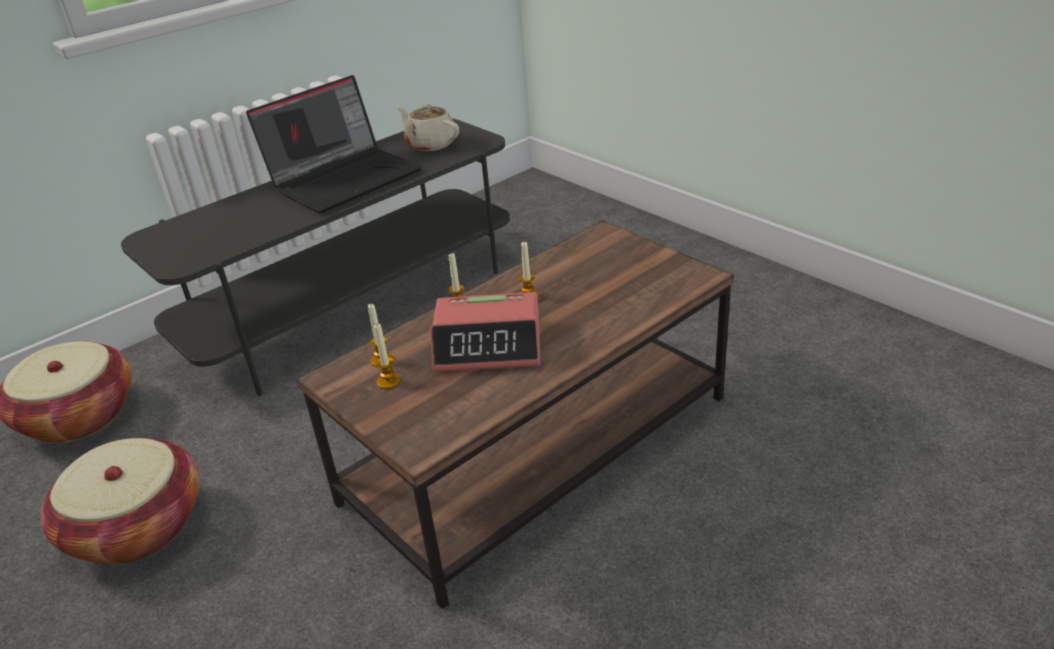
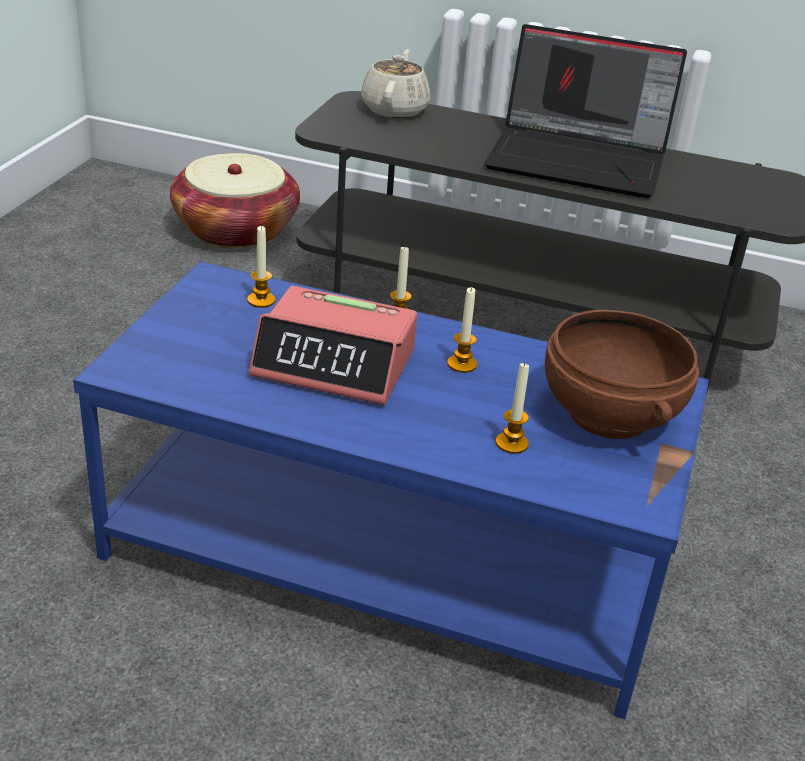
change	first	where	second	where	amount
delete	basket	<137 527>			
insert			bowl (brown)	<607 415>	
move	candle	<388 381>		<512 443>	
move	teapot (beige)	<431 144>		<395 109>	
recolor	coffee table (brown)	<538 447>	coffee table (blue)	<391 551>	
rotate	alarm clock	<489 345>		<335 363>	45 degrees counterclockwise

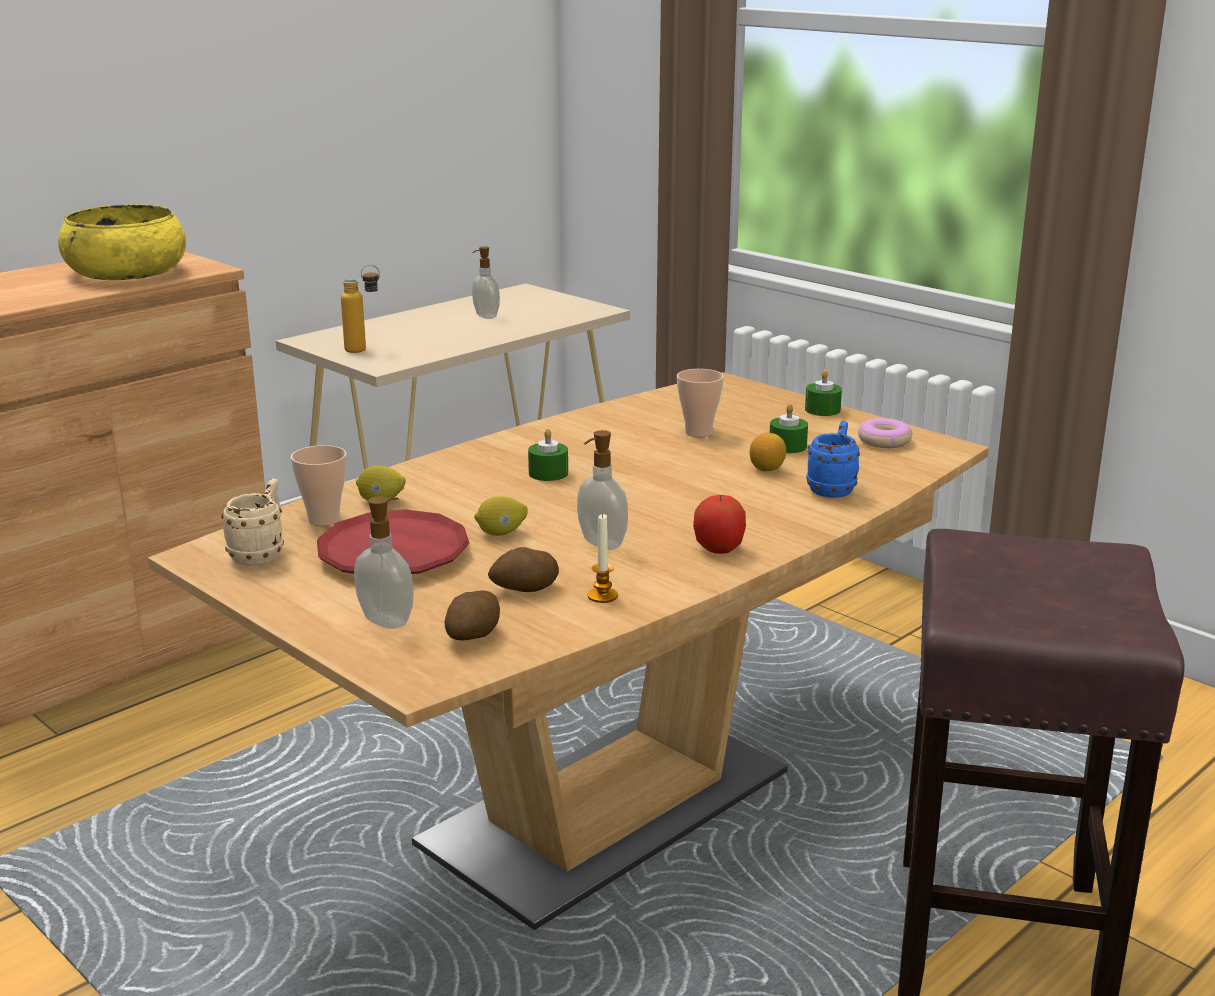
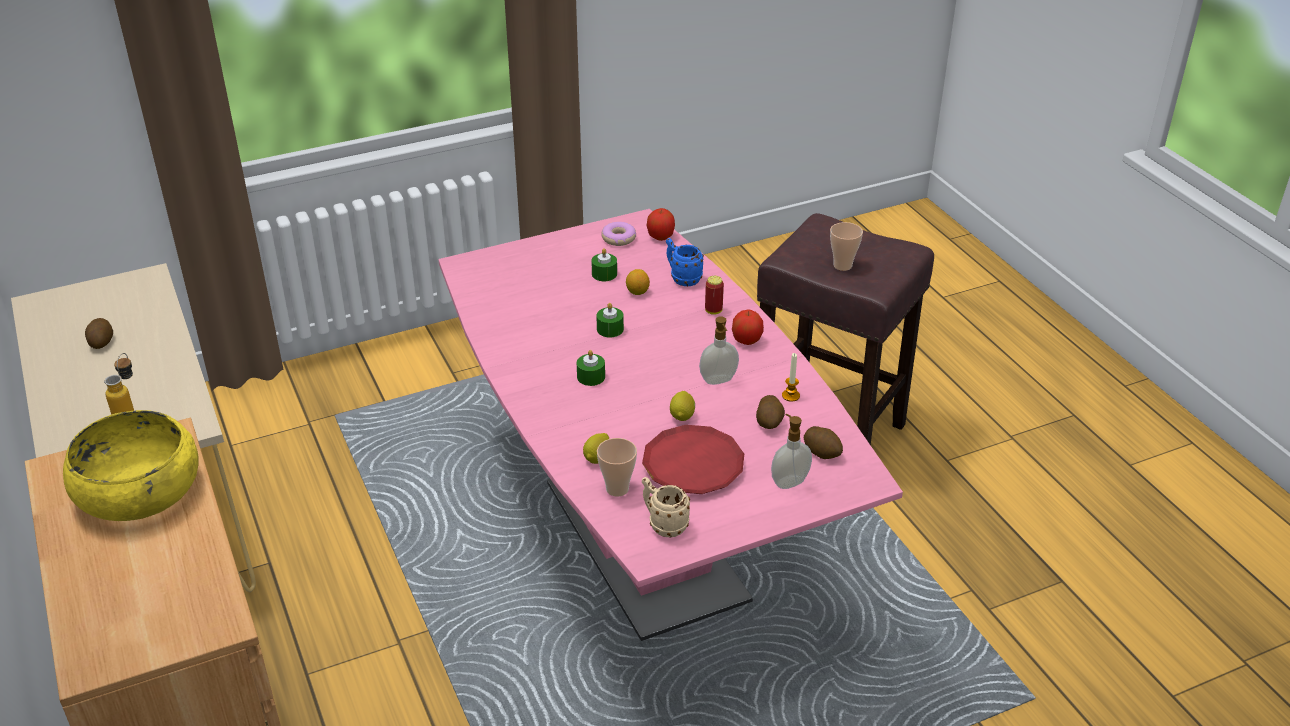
change	first	where	second	where	amount
insert			apple	<660 237>	
insert			can	<713 311>	
move	cup	<698 432>		<842 265>	
move	candle (green)	<822 410>		<610 329>	
replace	soap dispenser	<485 316>	potato	<101 342>	
recolor	dining table (brown)	<607 809>	dining table (pink)	<645 541>	

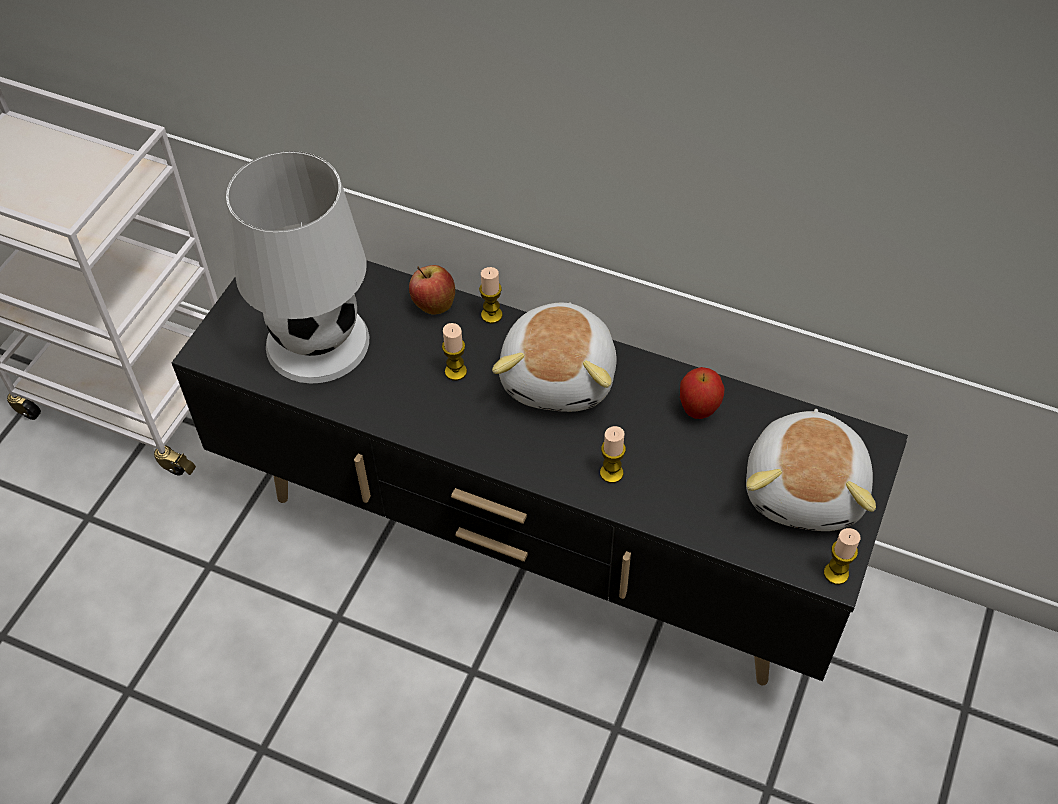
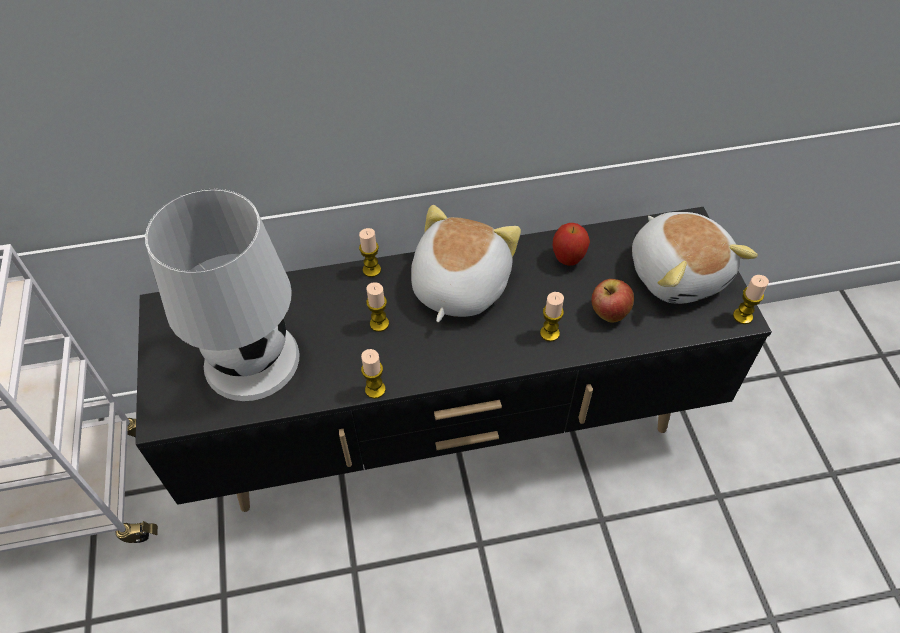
change	first	where	second	where	amount
insert			candle	<375 389>	
move	apple	<433 305>		<608 314>	
rotate	plush toy	<560 376>		<457 286>	135 degrees counterclockwise

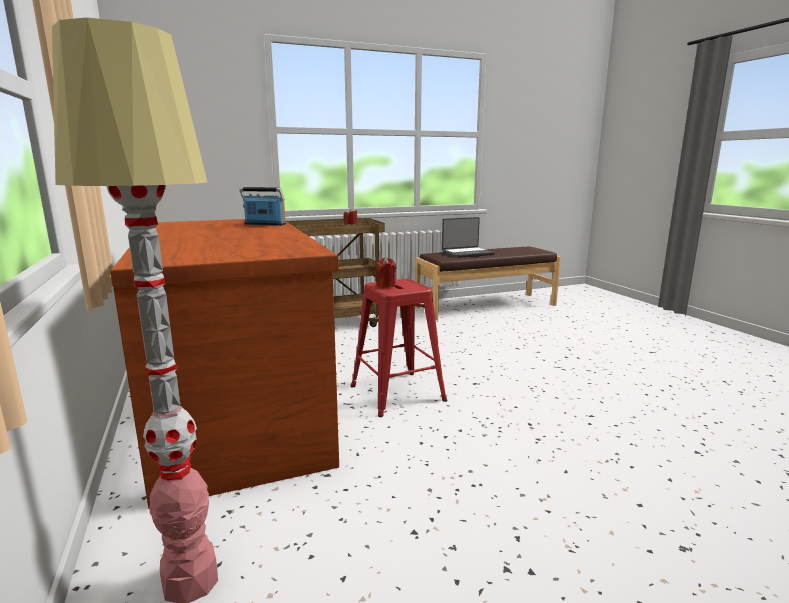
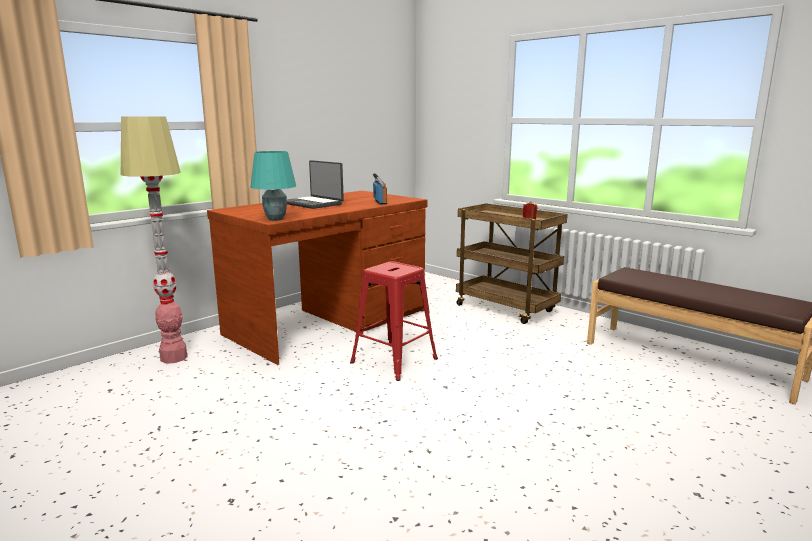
change	first	where	second	where	amount
delete	candle (red)	<386 285>			
insert			table lamp (turquoise)	<275 219>	
move	laptop	<467 253>		<313 203>	

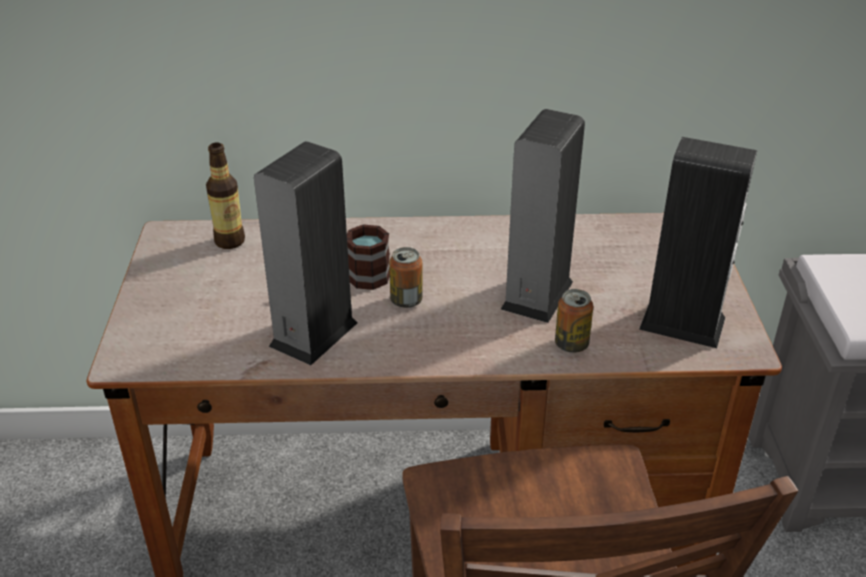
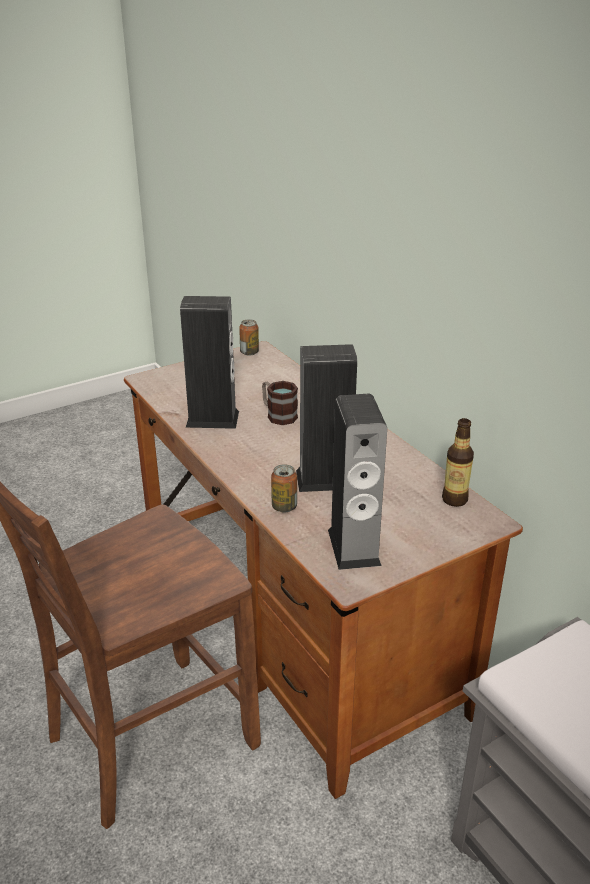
change	first	where	second	where	amount
move	bottle	<230 241>		<454 500>	
move	can	<406 300>		<249 352>	

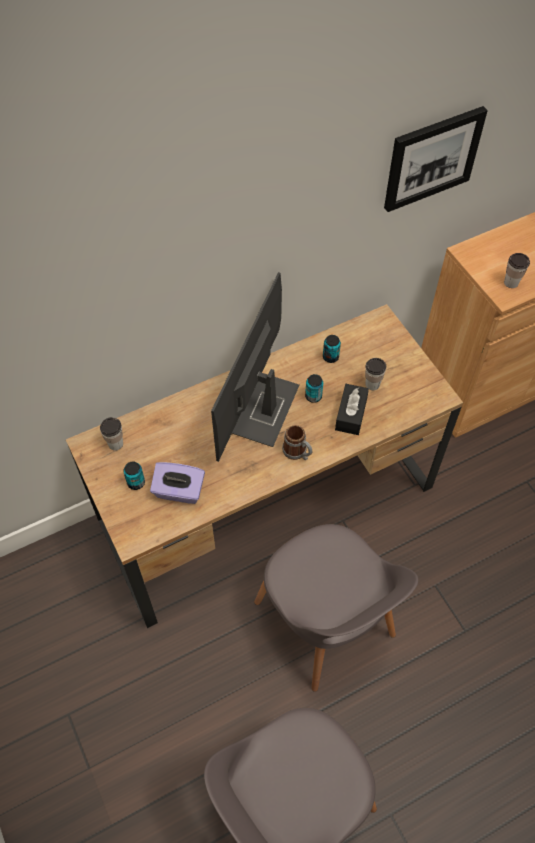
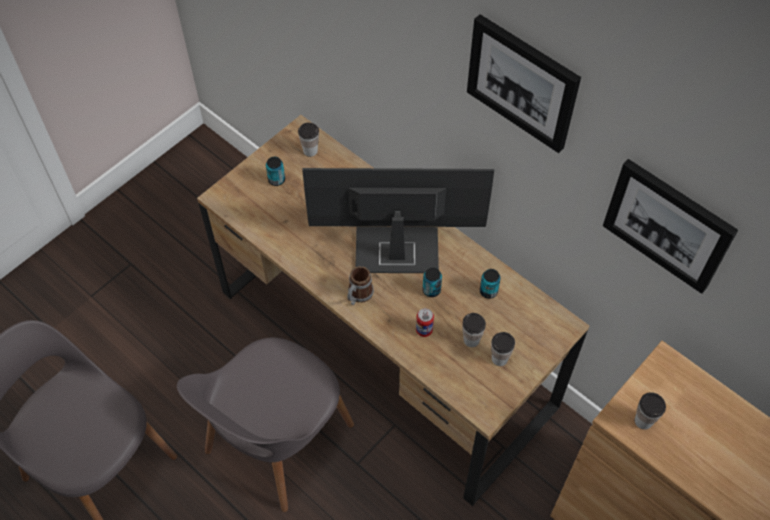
change	first	where	second	where	amount
delete	tissue box (purple)	<179 491>			
insert			picture	<523 82>	
insert			cup	<499 358>	
replace	tissue box (black)	<351 414>	can	<424 330>	

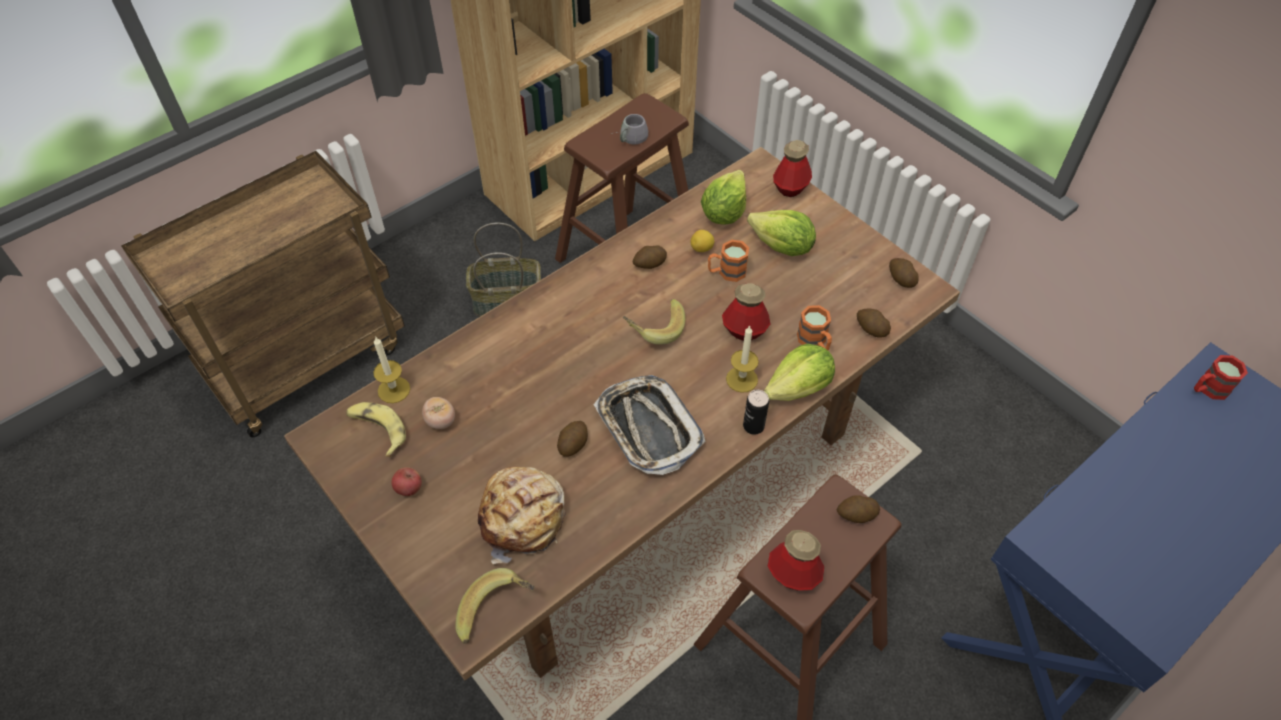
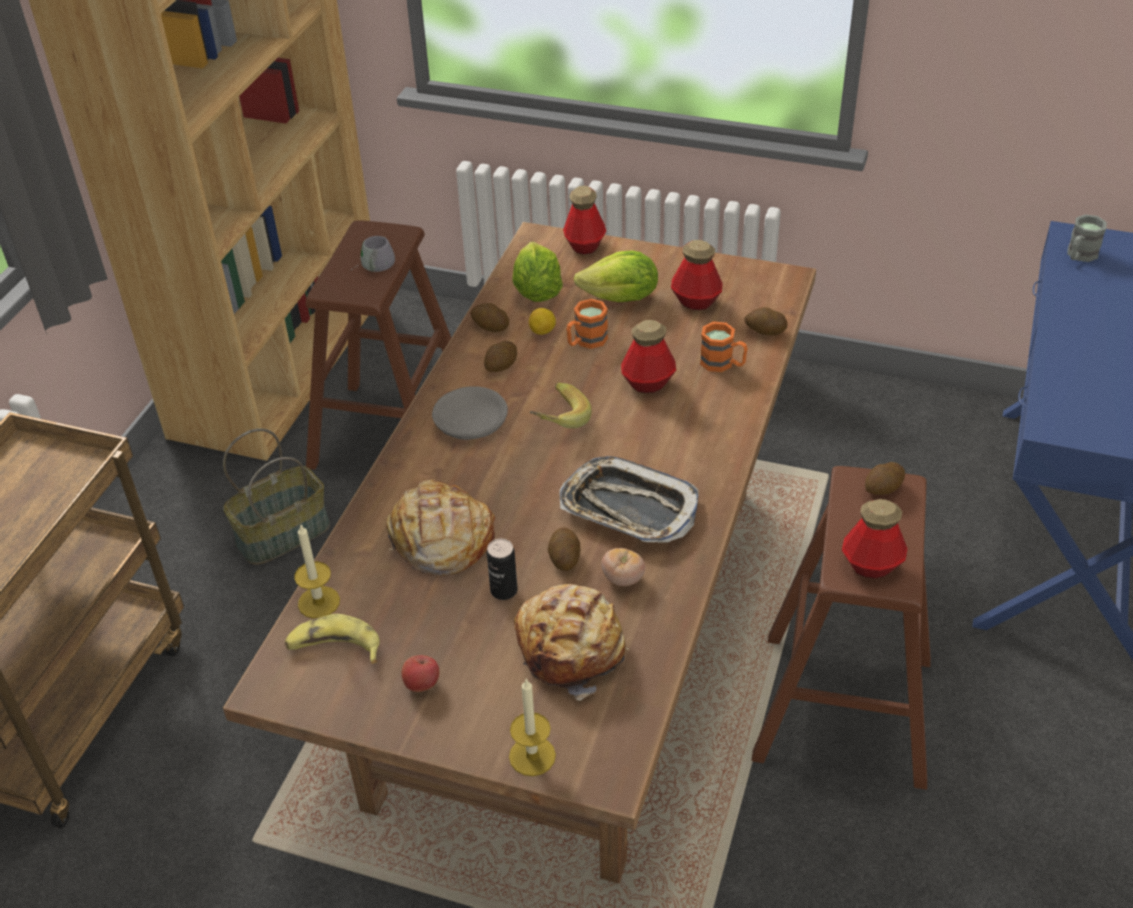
change	first	where	second	where	amount
delete	banana	<497 613>			
delete	lettuce	<799 388>			
insert			bread	<440 540>	
insert			bowl (grey)	<469 423>	
insert			bottle	<696 301>	
move	tomato	<441 421>		<623 579>	
move	candle	<742 379>		<532 756>	
move	can	<753 426>		<504 590>	
move	potato	<900 279>		<490 327>	
recolor	mug (red)	<1208 389>	mug (grey)	<1079 256>	

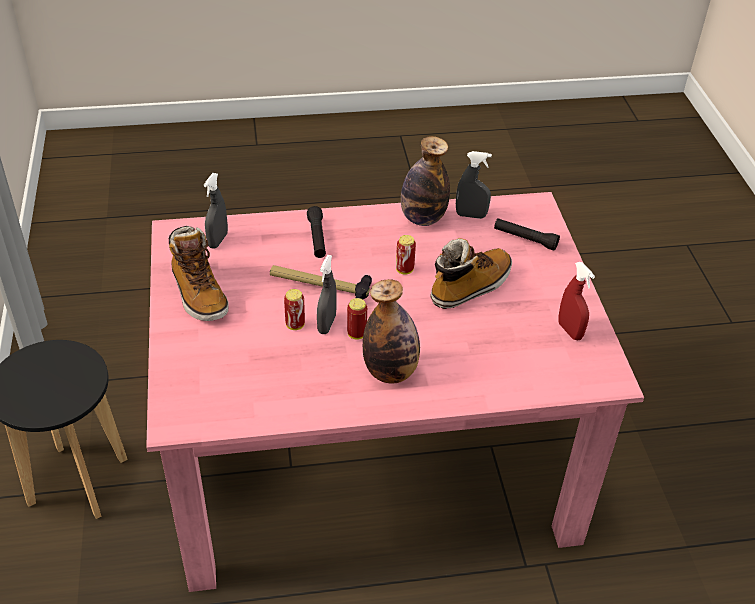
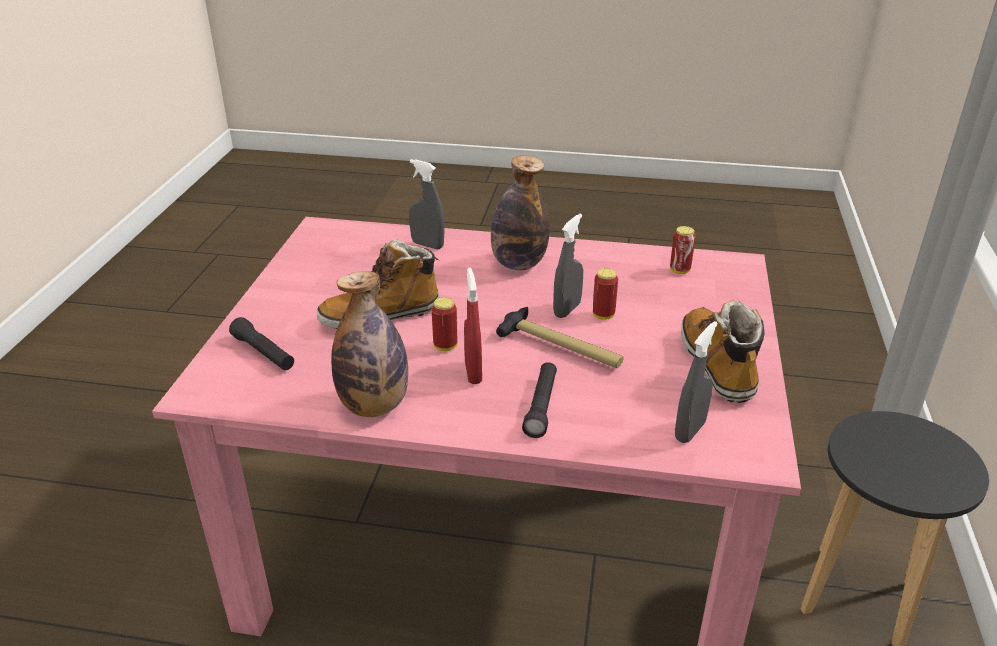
change	first	where	second	where	amount
move	can	<356 334>		<679 270>	
move	spray bottle (grey)	<471 215>		<427 245>	
move	spray bottle (red)	<570 331>		<473 373>	

